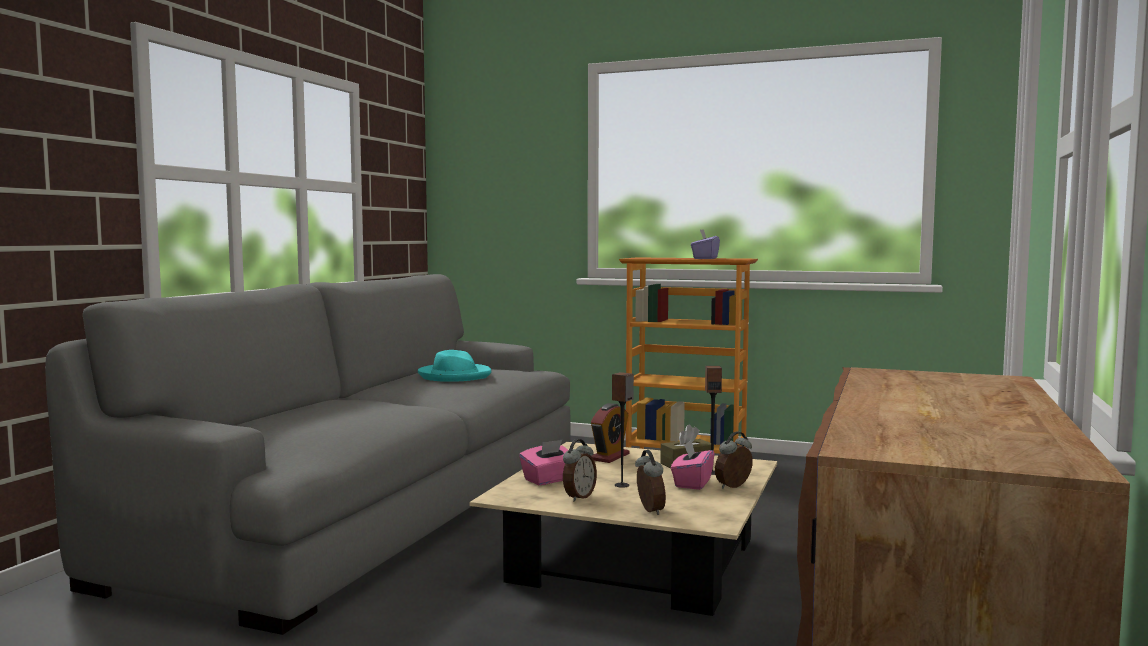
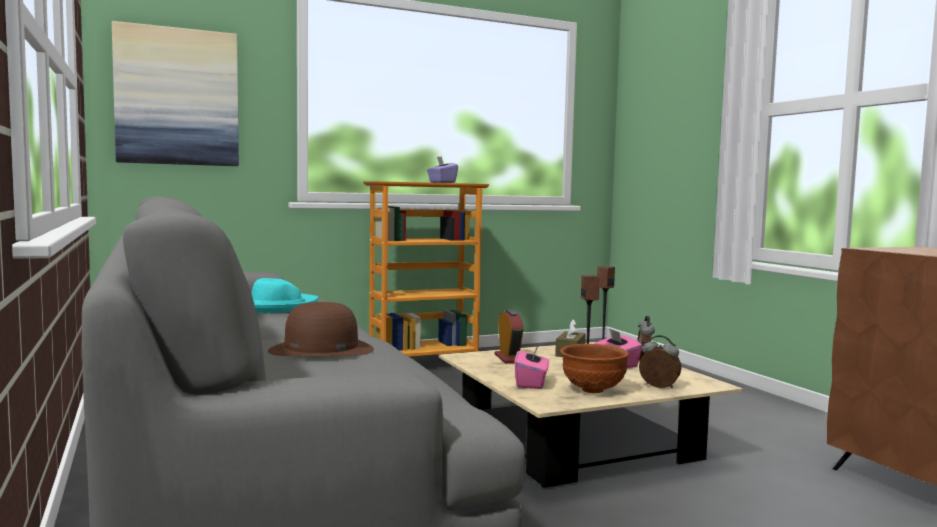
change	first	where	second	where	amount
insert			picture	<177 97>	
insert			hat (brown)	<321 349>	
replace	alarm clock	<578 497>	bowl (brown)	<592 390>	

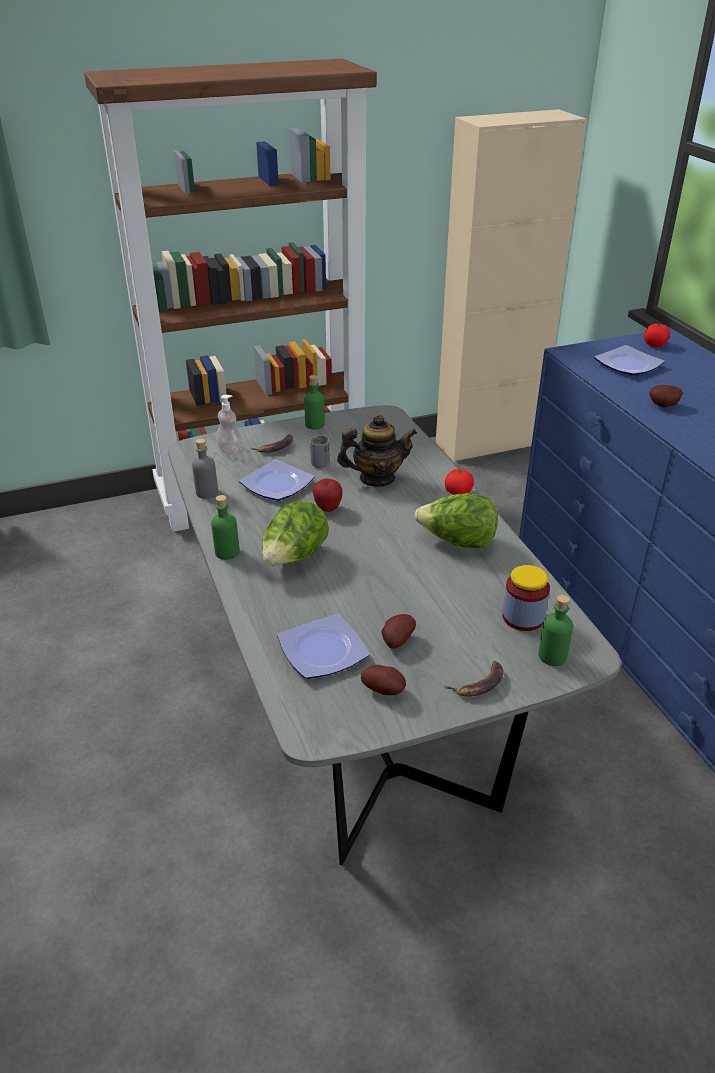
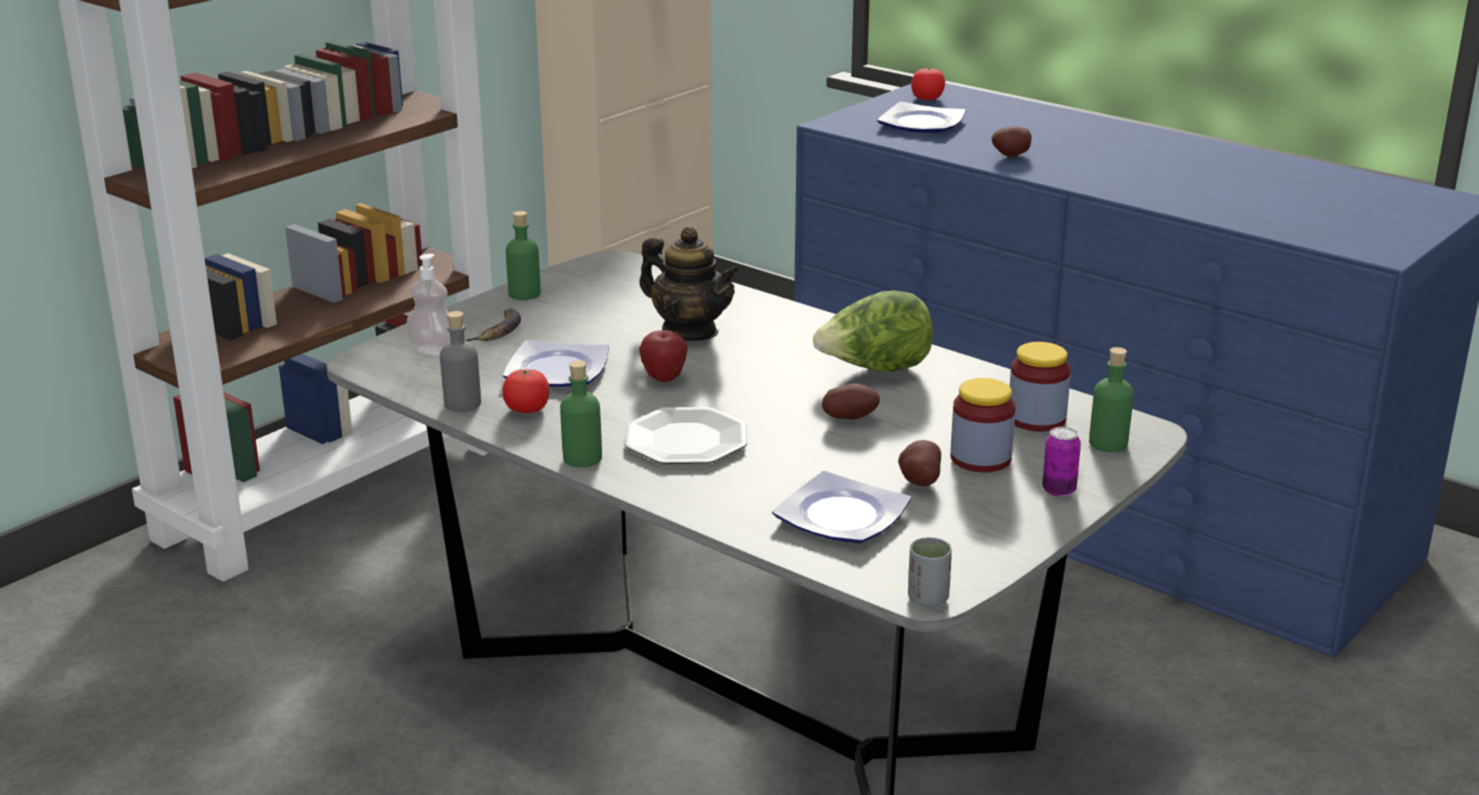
change	first	where	second	where	amount
insert			jar	<980 458>	
move	cup (grey)	<320 464>		<928 599>	
move	potato	<385 690>		<850 418>	
move	tomato	<458 493>		<527 409>	
replace	lettuce	<294 558>	plate	<686 440>	
replace	banana	<479 683>	can	<1058 490>	
rotate	teapot	<376 478>		<690 332>	75 degrees clockwise

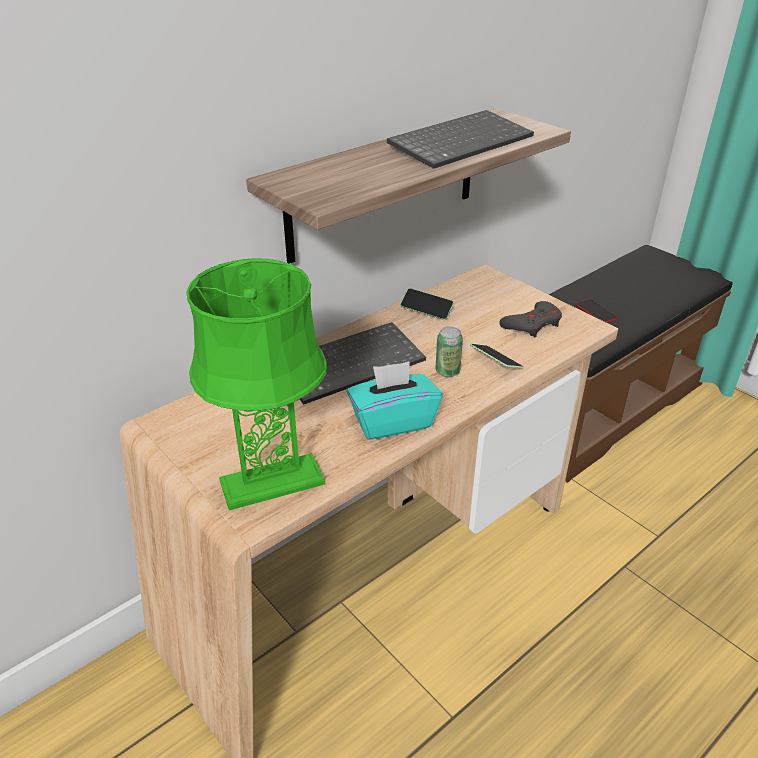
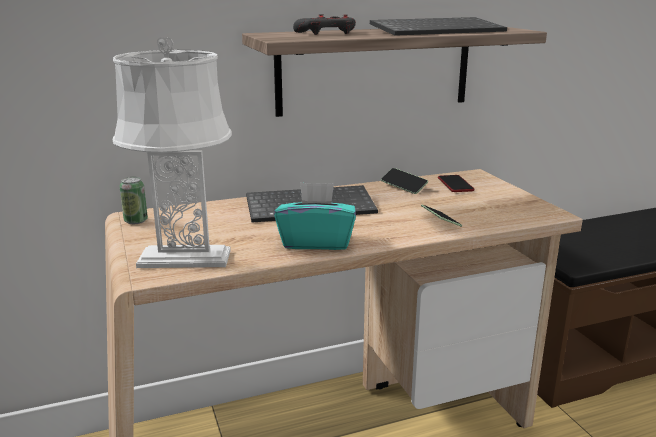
change	first	where	second	where	amount
move	can	<447 371>		<136 221>	
move	game controller (grey)	<532 324>		<327 33>	
move	phone	<596 312>		<455 184>	
recolor	table lamp (green)	<271 483>	table lamp (white)	<184 259>	

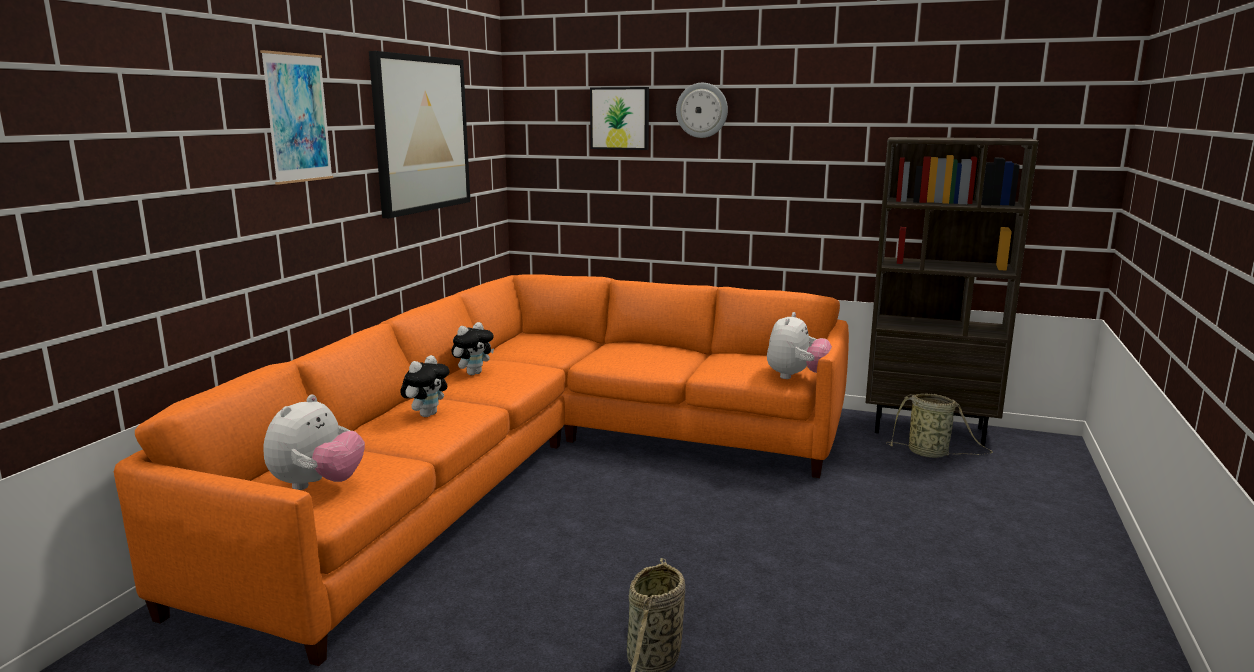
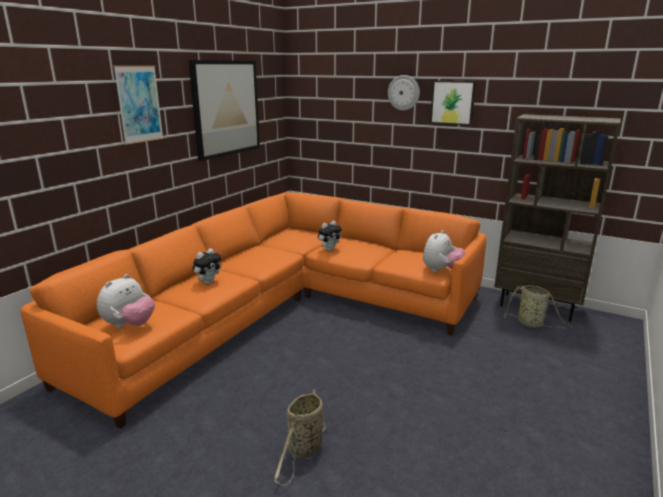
change	first	where	second	where	amount
move	plush toy	<473 373>		<329 249>	
move	picture	<620 118>		<453 102>	

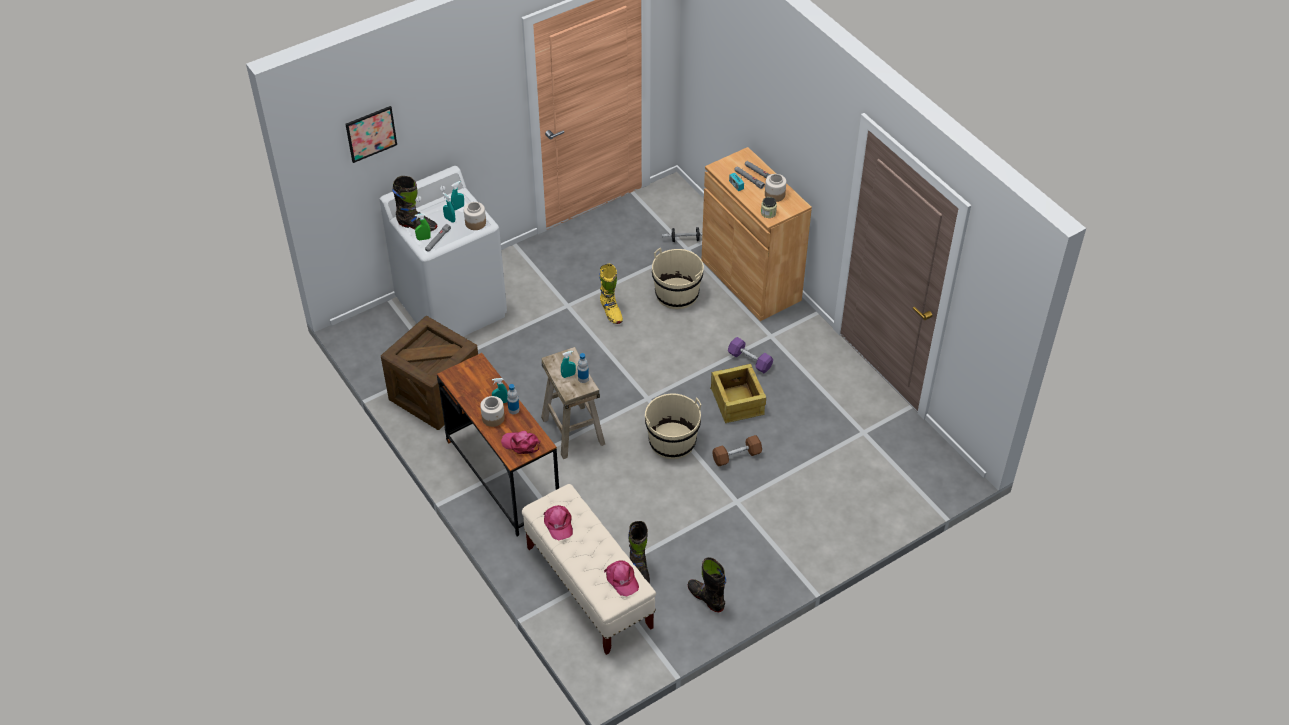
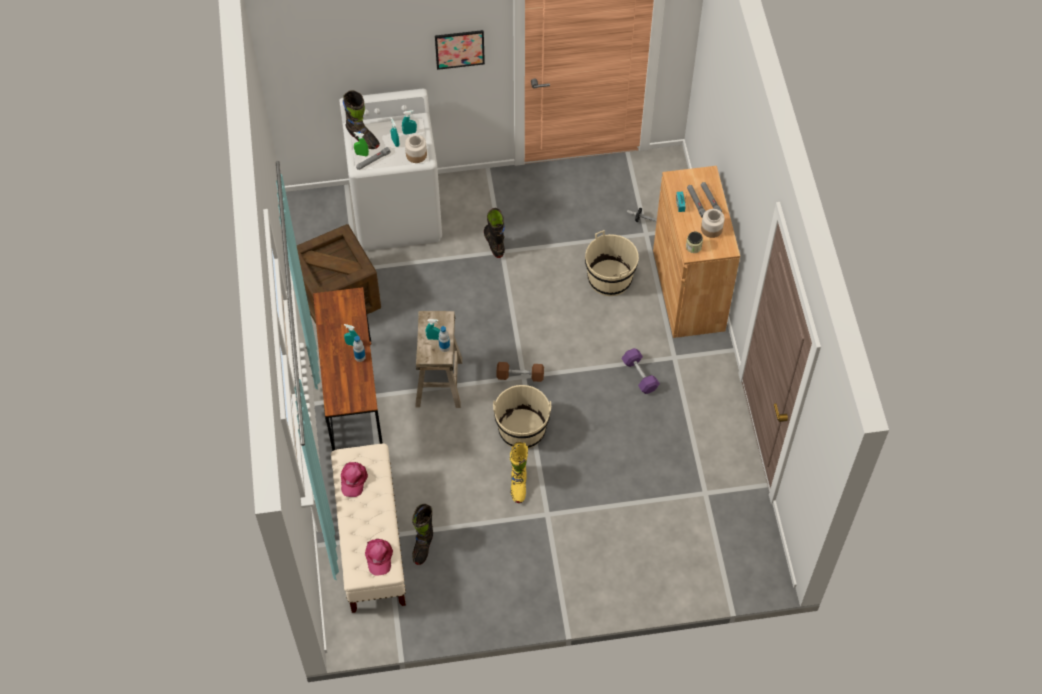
change	first	where	second	where	amount
delete	jar	<493 418>			
delete	cap (pink)	<521 444>			
delete	crate	<737 402>			
move	picture	<371 133>		<459 49>	
move	boot (yellow)	<611 312>		<518 485>	
move	boot (black)	<706 598>		<494 243>	
move	dumbbell (brown)	<736 456>		<520 376>	

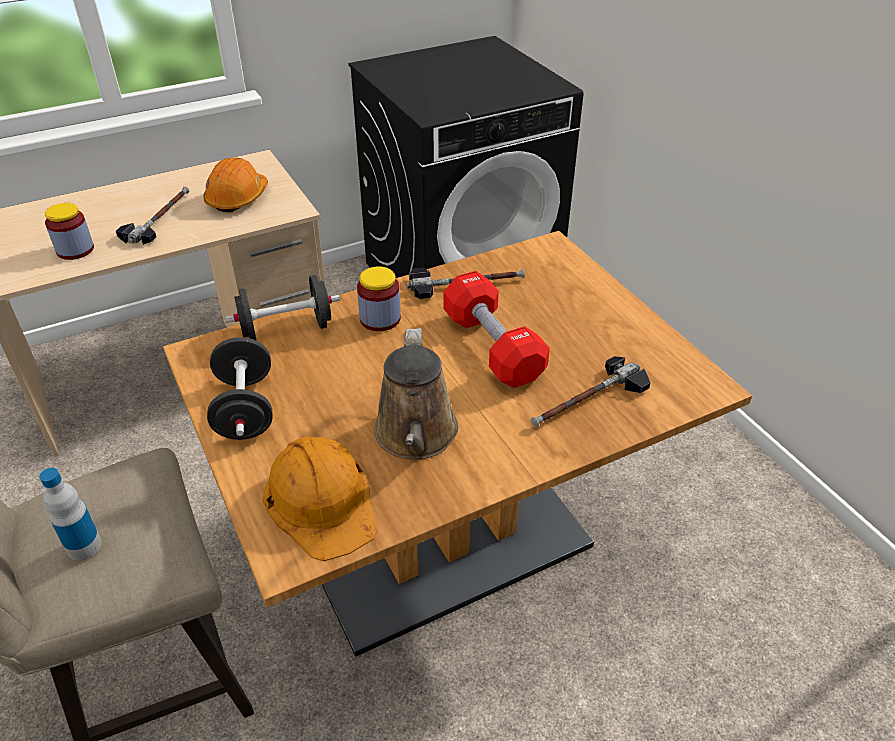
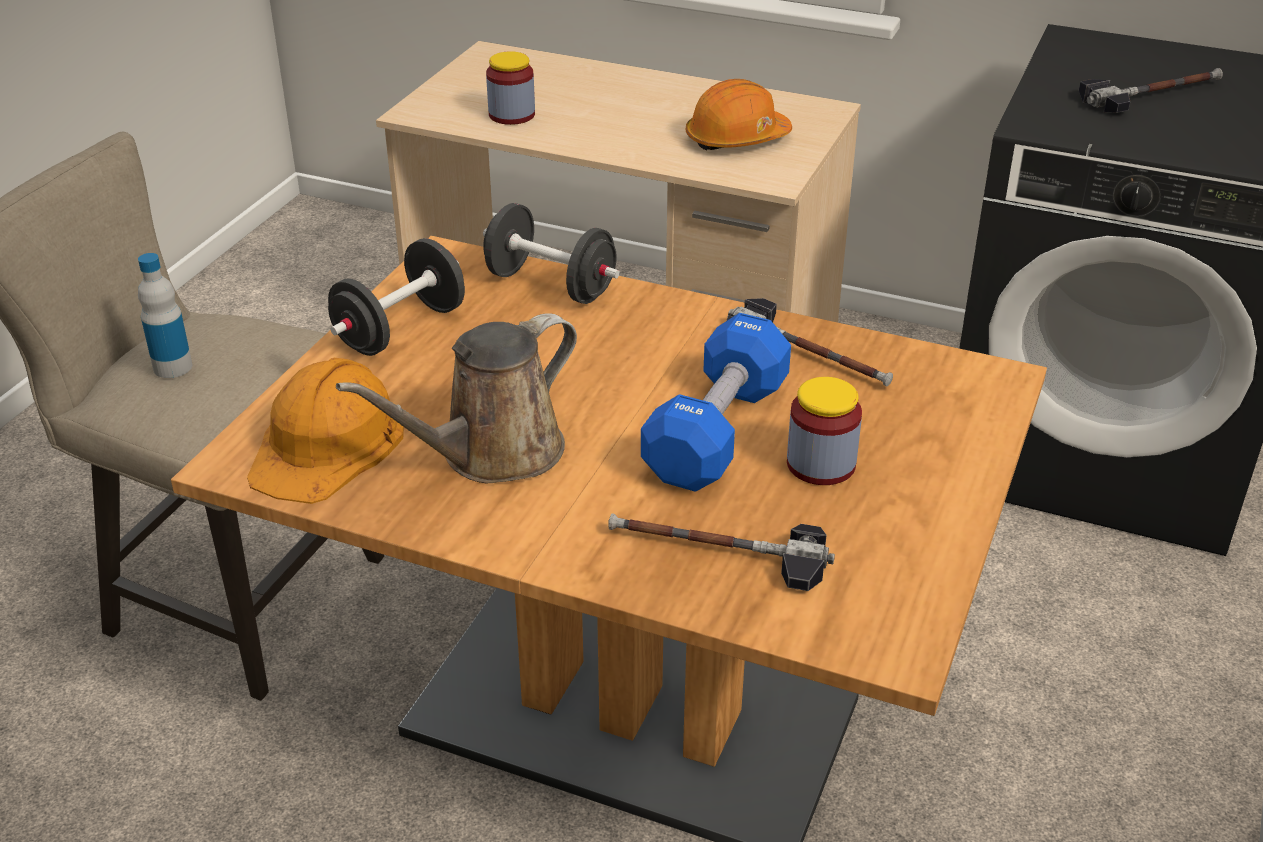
change	first	where	second	where	amount
move	hammer	<159 219>		<1151 94>	
move	jar	<380 319>		<821 464>	
recolor	dumbbell (red)	<492 347>	dumbbell (blue)	<716 431>	

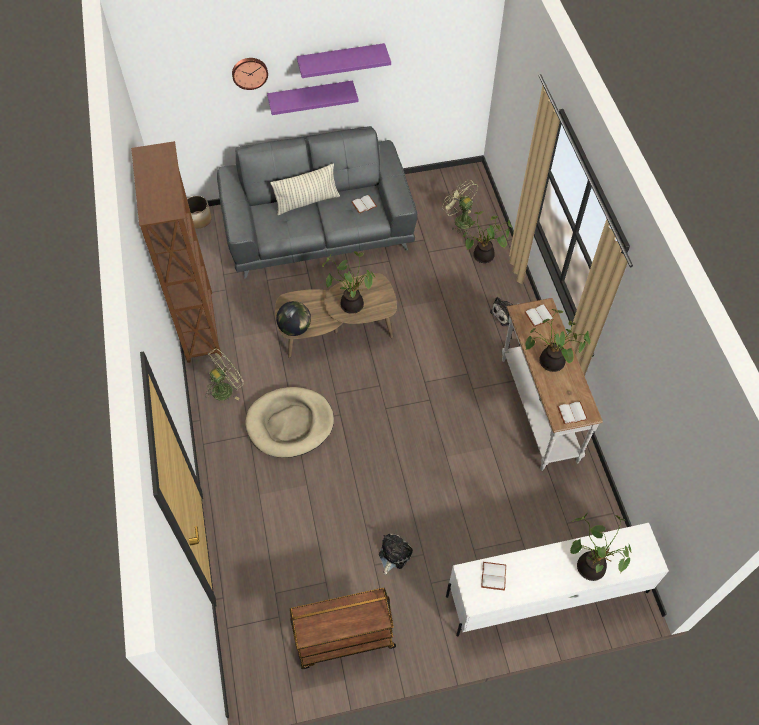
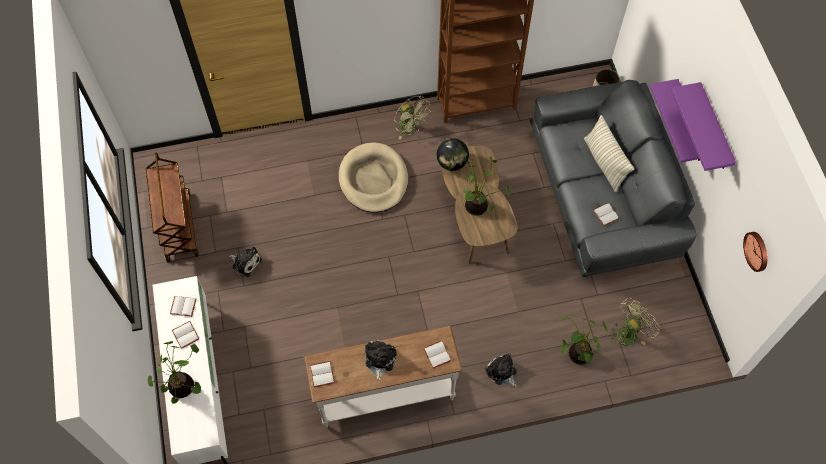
change	first	where	second	where	amount
insert			book (white)	<186 335>	
move	wall clock	<249 72>		<757 251>	
replace	potted plant	<550 363>	plush toy	<379 359>	

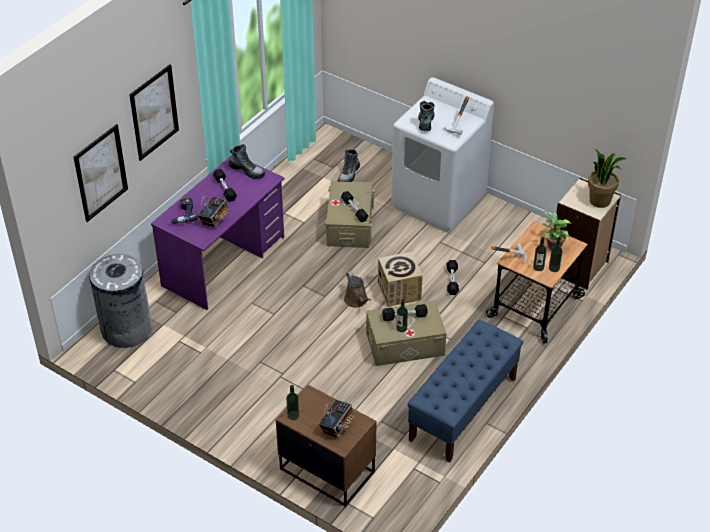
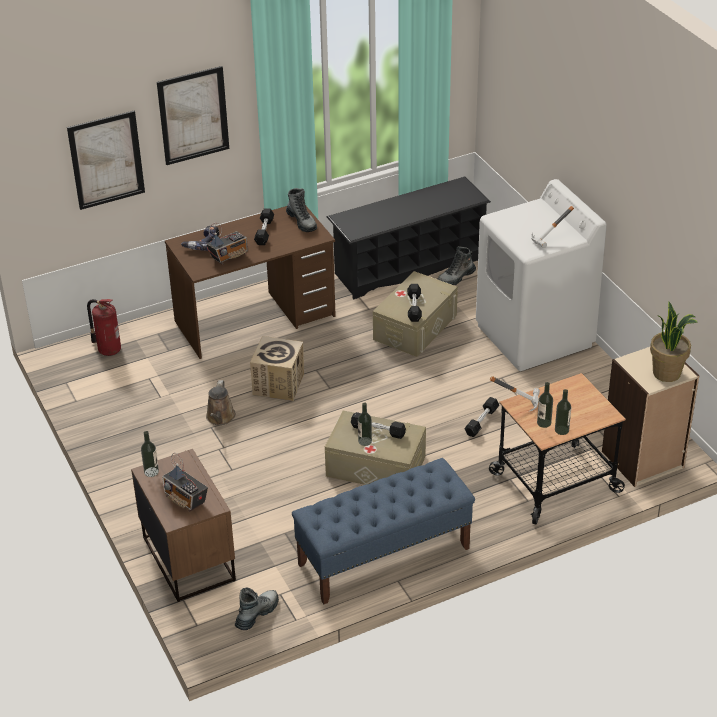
change	first	where	second	where	amount
delete	potted plant	<552 245>			
insert			shoe rack (black)	<408 266>	
move	watering can (brown)	<357 301>		<220 418>	
move	cardboard box	<399 291>		<278 384>	
move	boot	<426 121>		<257 614>	
replace	trash can (grey)	<126 329>	fire extinguisher	<108 349>	
recolor	desk (purple)	<224 261>	desk (brown)	<255 319>	
rotate	radio	<337 426>		<186 499>	75 degrees clockwise

